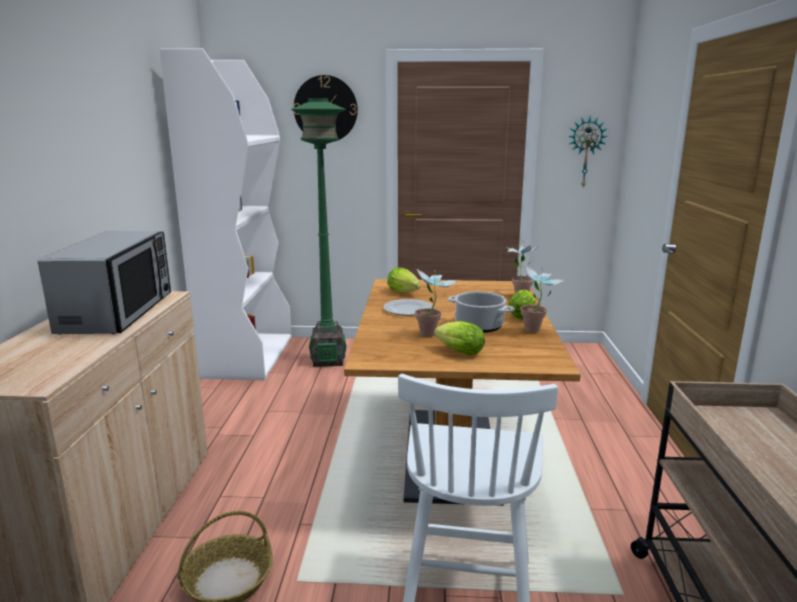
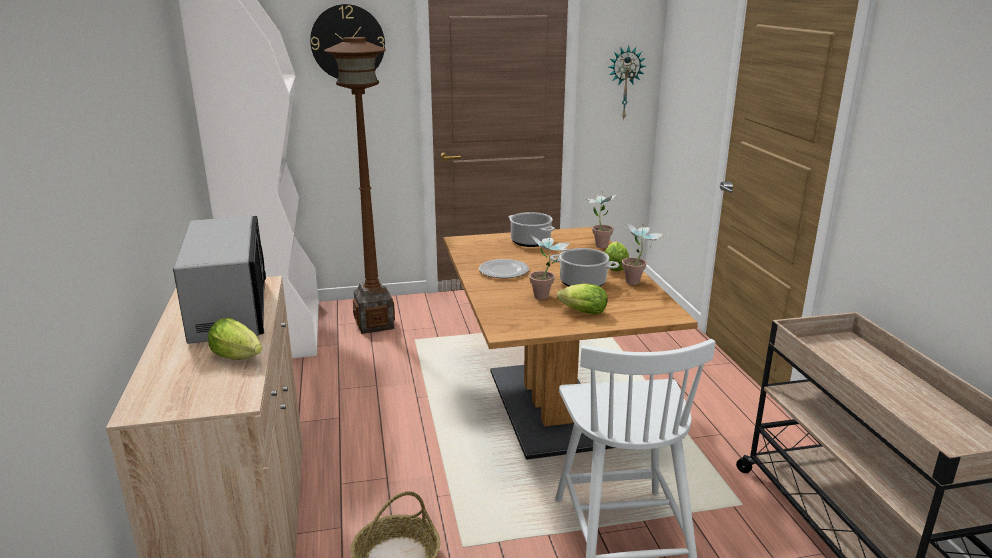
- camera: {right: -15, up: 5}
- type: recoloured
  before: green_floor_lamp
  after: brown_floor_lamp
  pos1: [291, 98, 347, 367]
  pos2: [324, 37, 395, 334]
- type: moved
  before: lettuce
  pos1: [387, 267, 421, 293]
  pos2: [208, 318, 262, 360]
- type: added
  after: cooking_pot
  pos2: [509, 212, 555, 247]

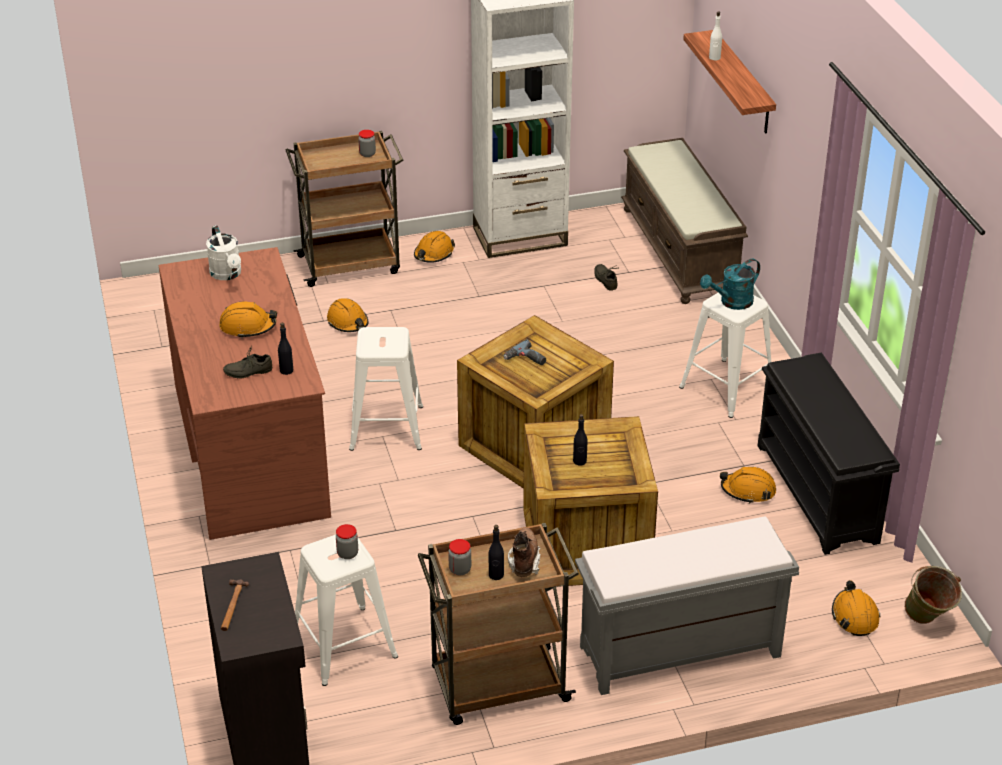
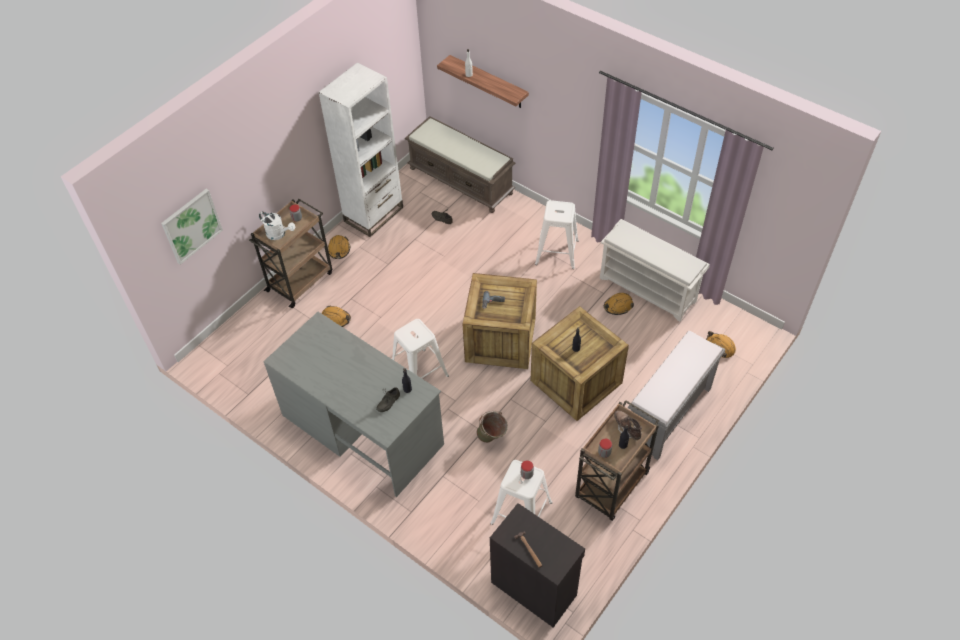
- camera: {right: -35, up: 15}
- type: moved
  before: white_watering_can
  pos1: [206, 225, 241, 280]
  pos2: [259, 211, 295, 240]
- type: recoloured
  before: brown_desk
  after: grey_desk
  pos1: [158, 247, 331, 540]
  pos2: [263, 312, 444, 497]
- type: removed
  before: turquoise_watering_can
  pos1: [700, 258, 760, 310]
- type: removed
  before: orange_hard_hat
  pos1: [219, 302, 277, 339]
- type: recoloured
  before: black_shoe_rack
  after: white_shoe_rack
  pos1: [758, 353, 900, 555]
  pos2: [600, 219, 710, 322]
- type: moved
  before: green_bucket
  pos1: [904, 566, 962, 624]
  pos2: [477, 411, 508, 443]
- type: added
  after: picture
  pos2: [161, 189, 223, 265]

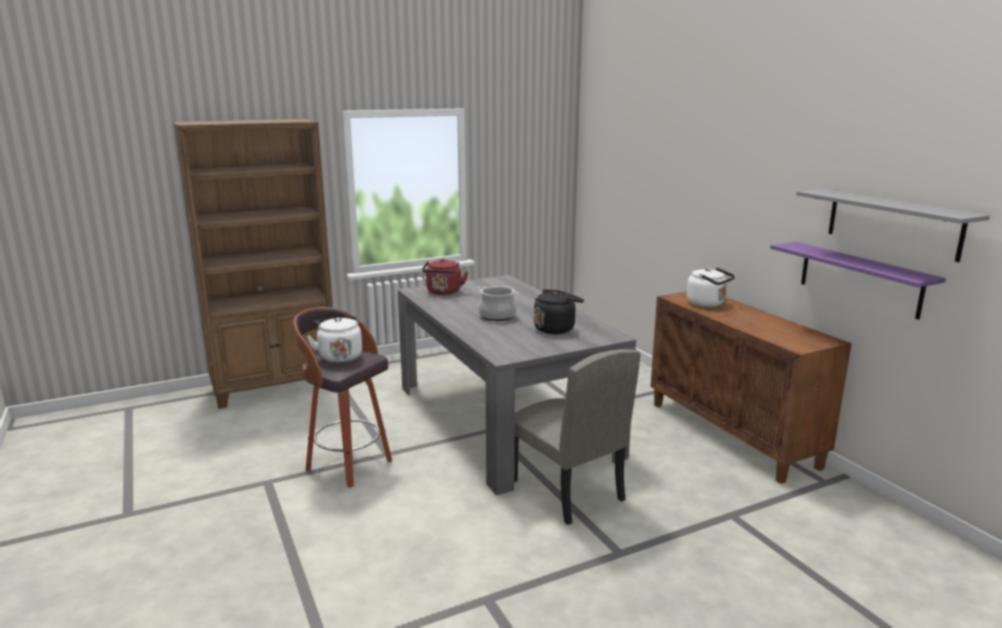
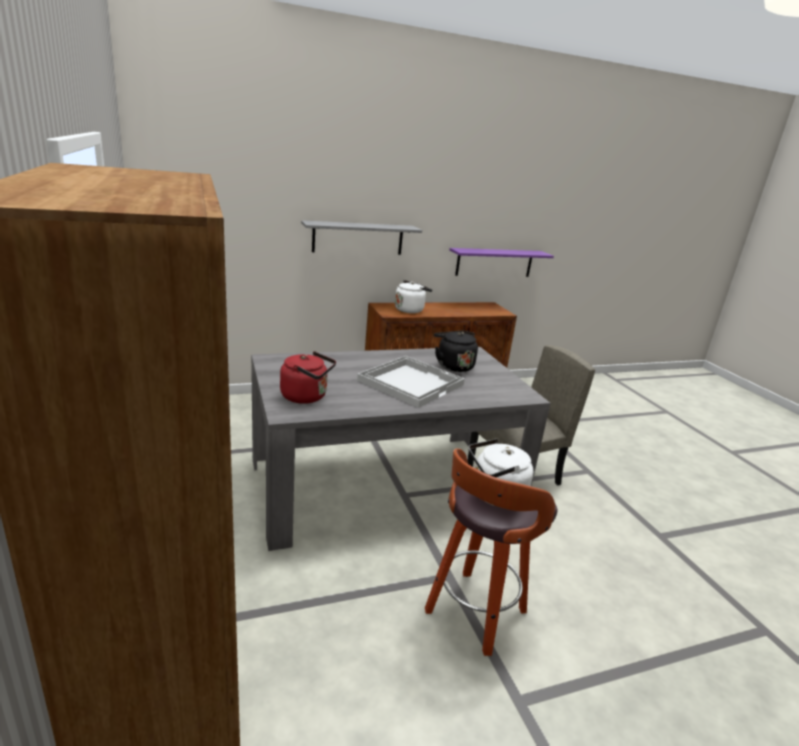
- camera: {right: -85, up: 5}
- type: moved
  before: grey_shelf
  pos1: [796, 189, 990, 262]
  pos2: [301, 220, 422, 255]
- type: replaced
  before: cooking_pot
  after: white_tray
  pos1: [477, 286, 518, 321]
  pos2: [357, 356, 465, 408]

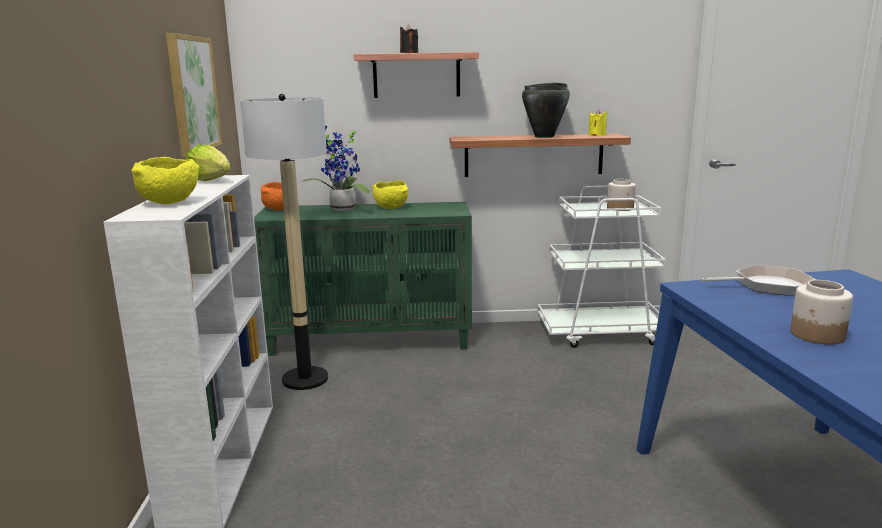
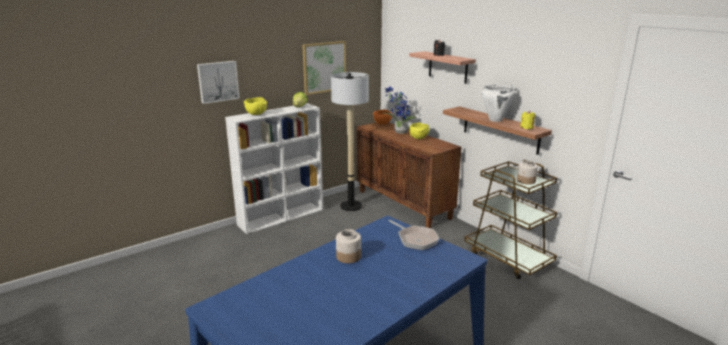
- camera: {right: 55, up: 5}
- type: recoloured
  before: black_cooking_pot
  after: white_cooking_pot
  pos1: [522, 83, 570, 138]
  pos2: [482, 85, 515, 122]
- type: recoloured
  before: white_cart
  after: brown_cart
  pos1: [538, 186, 666, 348]
  pos2: [464, 160, 557, 279]
- type: recoloured
  before: green_cabinet
  after: brown_cabinet
  pos1: [254, 202, 472, 356]
  pos2: [357, 122, 461, 228]
- type: added
  after: picture
  pos2: [197, 61, 240, 104]

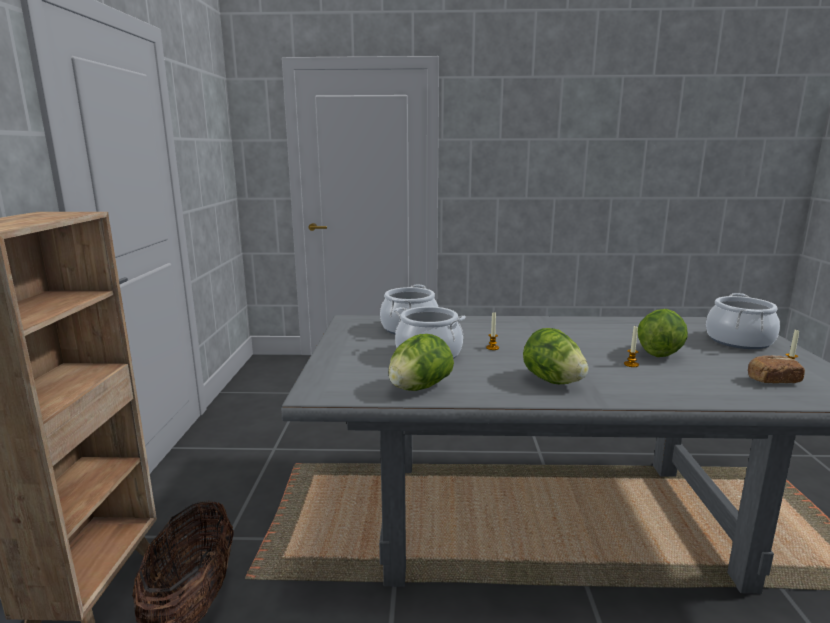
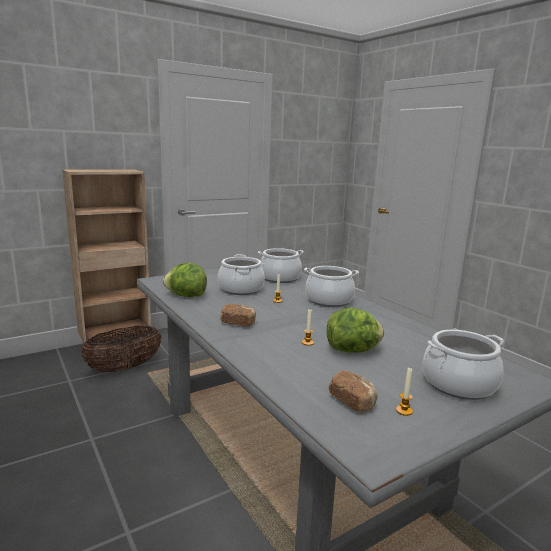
- camera: {right: 55, up: 0}
- type: replaced
  before: lettuce
  after: bread
  pos1: [523, 328, 588, 384]
  pos2: [220, 304, 256, 326]
- type: added
  after: cooking_pot
  pos2: [304, 266, 359, 307]

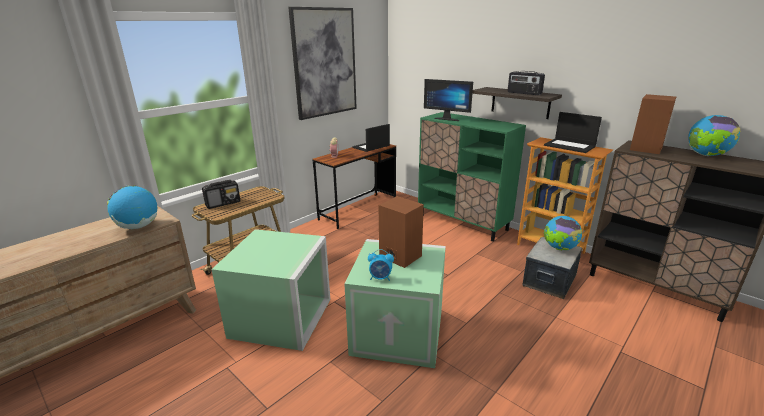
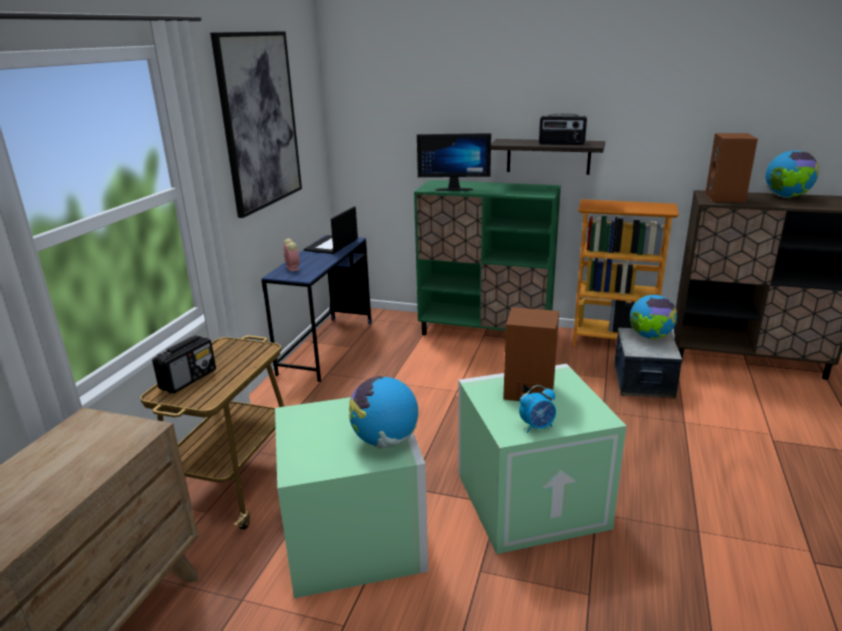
- camera: {right: -25, up: 0}
- type: removed
  before: laptop
  pos1: [544, 112, 602, 153]
- type: recoloured
  before: brown_desk
  after: blue_desk
  pos1: [313, 144, 396, 229]
  pos2: [262, 235, 372, 382]
- type: moved
  before: globe
  pos1: [107, 185, 157, 229]
  pos2: [349, 376, 418, 449]

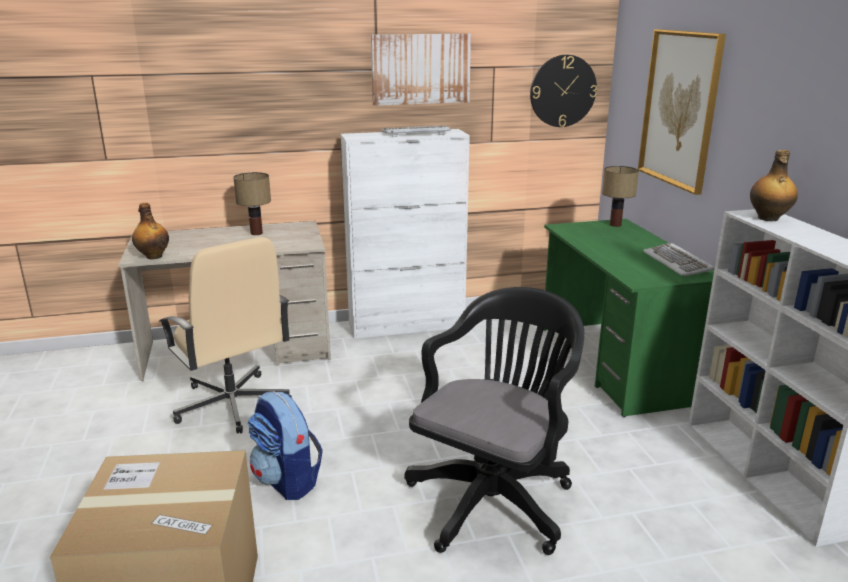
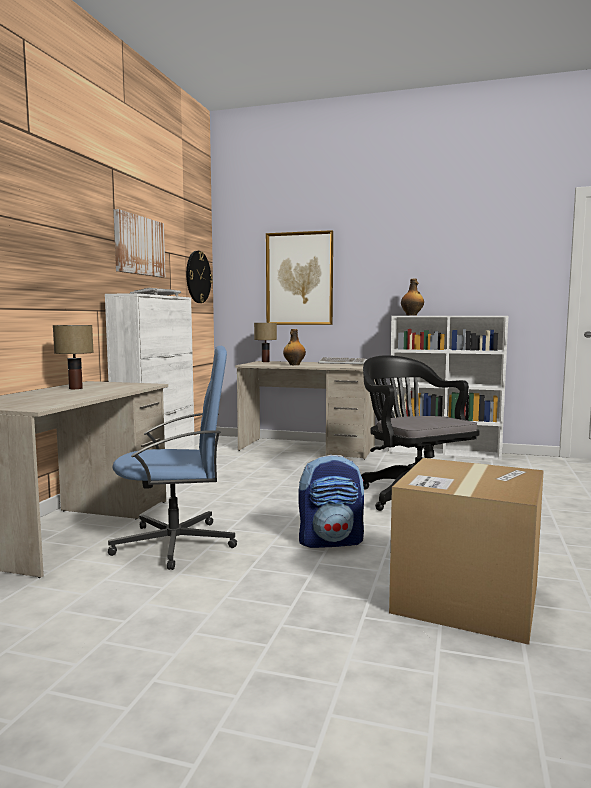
- camera: {right: -60, up: -15}
- type: moved
  before: bottle
  pos1: [132, 202, 169, 259]
  pos2: [283, 329, 306, 365]
- type: recoloured
  before: green_desk
  after: beige_desk
  pos1: [544, 219, 714, 417]
  pos2: [235, 361, 376, 459]
- type: recoloured
  before: beige_office_chair
  after: blue_office_chair
  pos1: [159, 237, 292, 433]
  pos2: [108, 346, 237, 570]

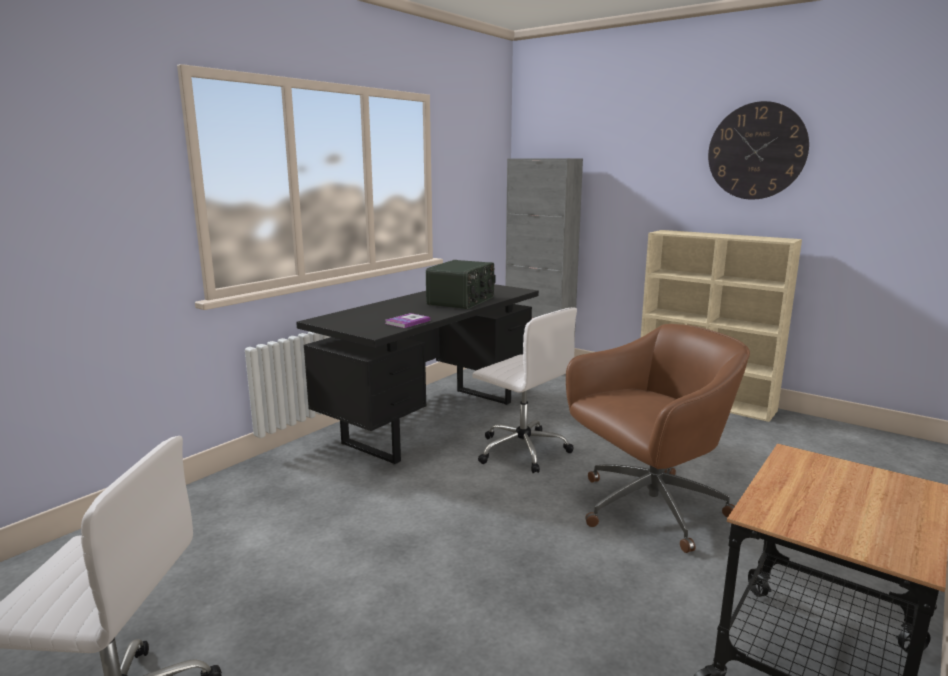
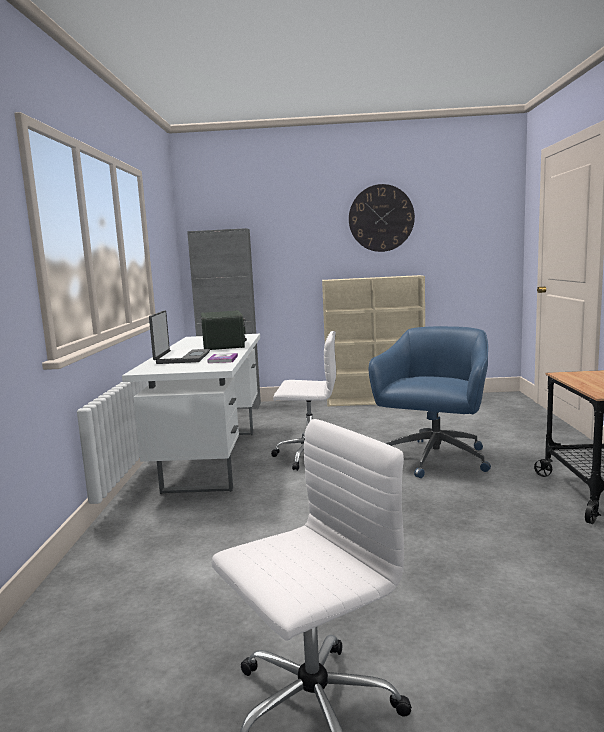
- camera: {right: -35, up: -5}
- type: recoloured
  before: black_desk
  after: white_desk
  pos1: [296, 284, 539, 465]
  pos2: [122, 334, 260, 494]
- type: recoloured
  before: brown_office_chair
  after: blue_office_chair
  pos1: [566, 324, 750, 553]
  pos2: [369, 326, 491, 478]
- type: added
  after: laptop
  pos2: [149, 310, 210, 364]

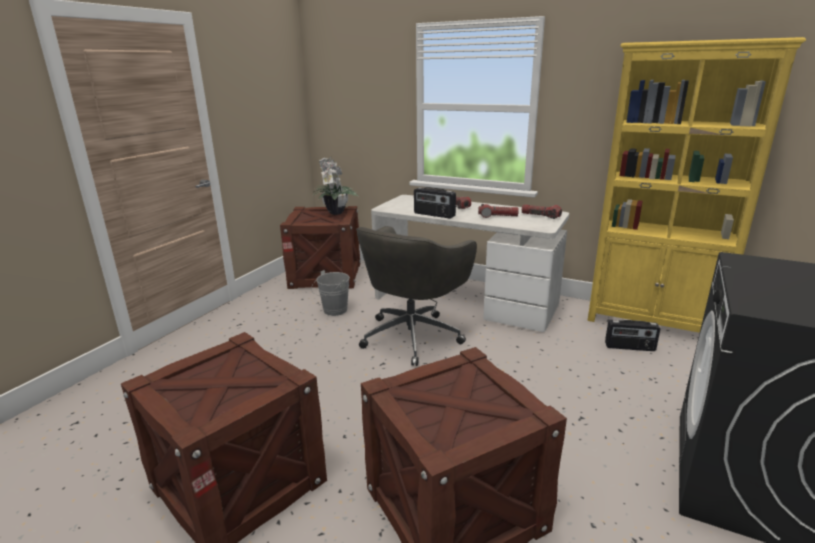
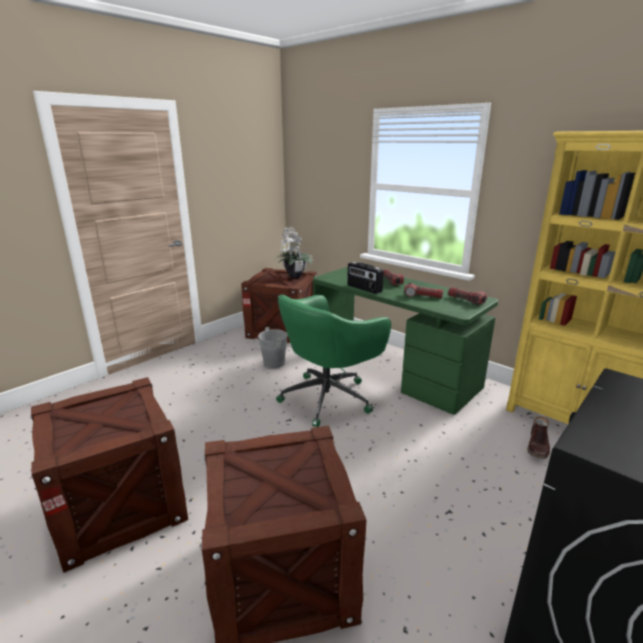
- camera: {right: 15, up: 0}
- type: recoloured
  before: white_desk
  after: green_desk
  pos1: [371, 195, 569, 332]
  pos2: [313, 267, 498, 415]
- type: recoloured
  before: grey_office_chair
  after: green_office_chair
  pos1: [356, 226, 477, 366]
  pos2: [276, 294, 391, 427]
- type: replaced
  before: radio
  after: brown_boot
  pos1: [605, 320, 660, 351]
  pos2: [527, 416, 550, 459]

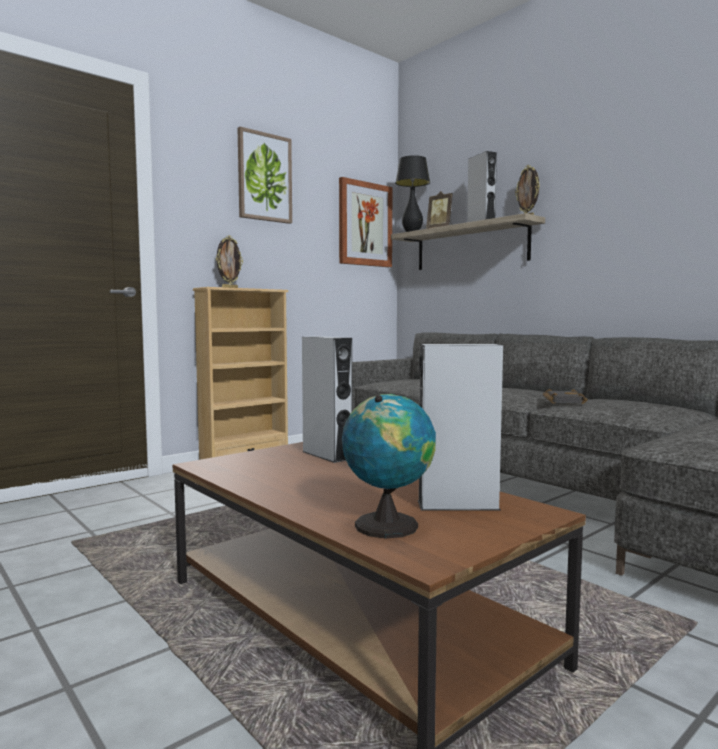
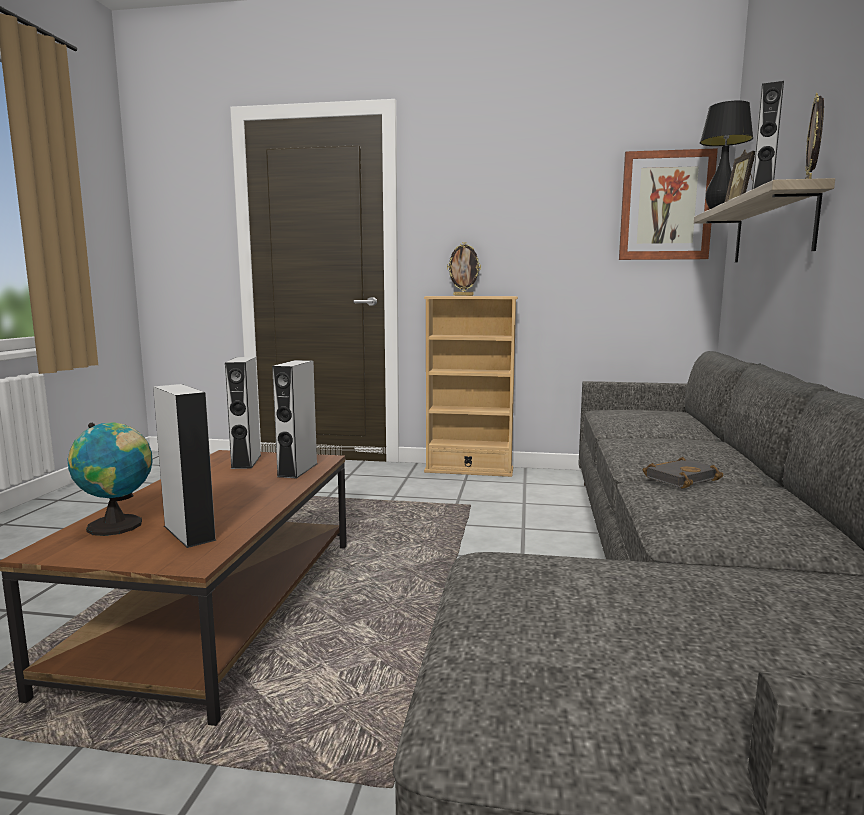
- camera: {right: 50, up: 5}
- type: removed
  before: picture
  pos1: [238, 127, 292, 224]
- type: added
  after: grey_speaker
  pos2: [225, 357, 261, 469]

